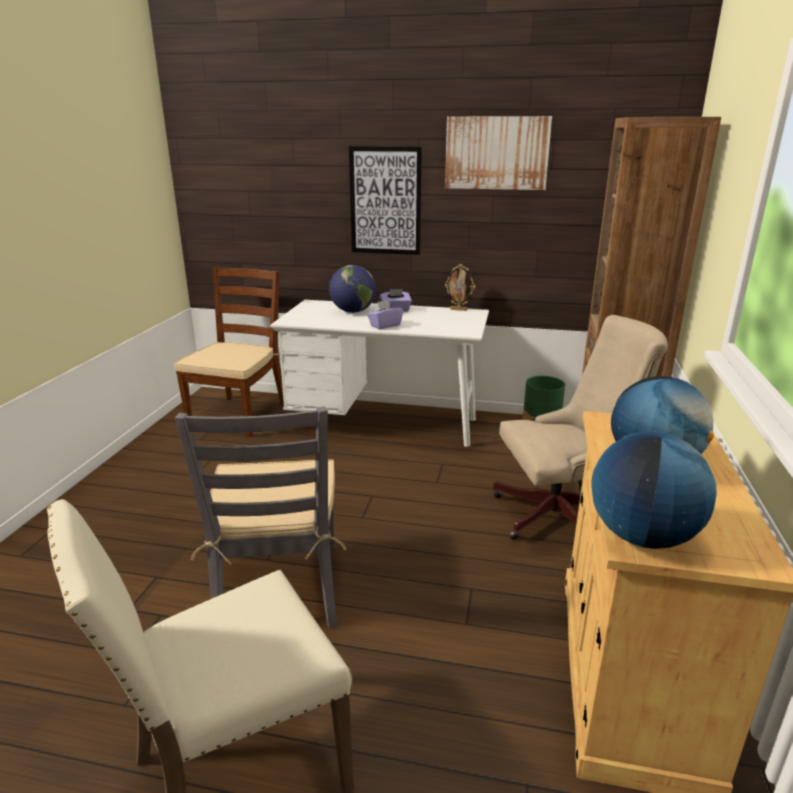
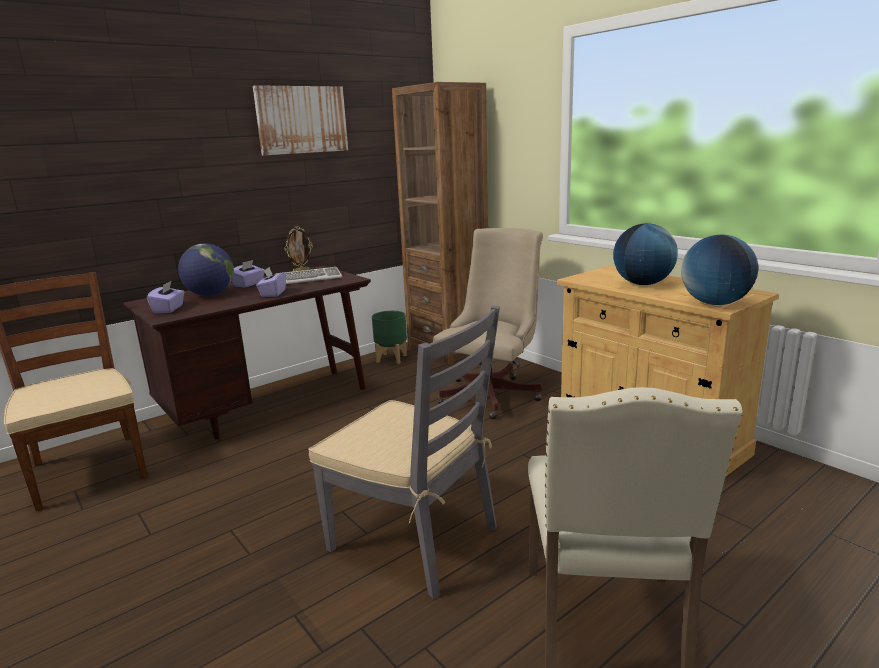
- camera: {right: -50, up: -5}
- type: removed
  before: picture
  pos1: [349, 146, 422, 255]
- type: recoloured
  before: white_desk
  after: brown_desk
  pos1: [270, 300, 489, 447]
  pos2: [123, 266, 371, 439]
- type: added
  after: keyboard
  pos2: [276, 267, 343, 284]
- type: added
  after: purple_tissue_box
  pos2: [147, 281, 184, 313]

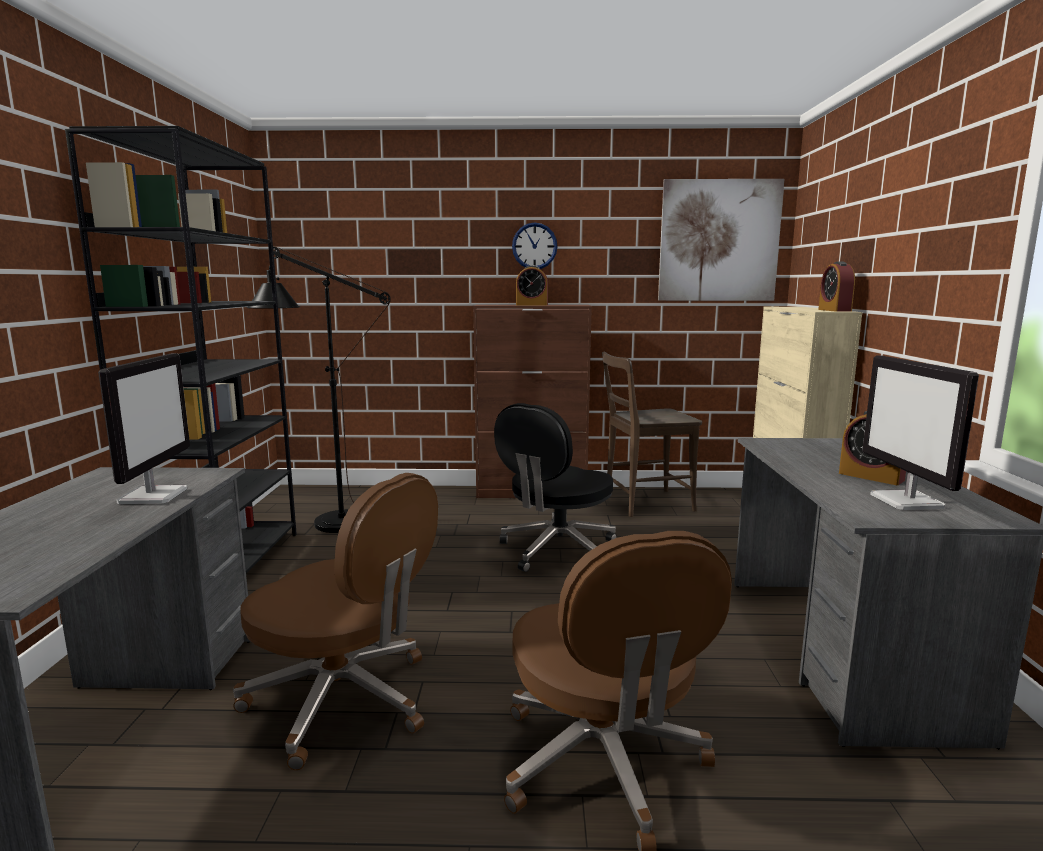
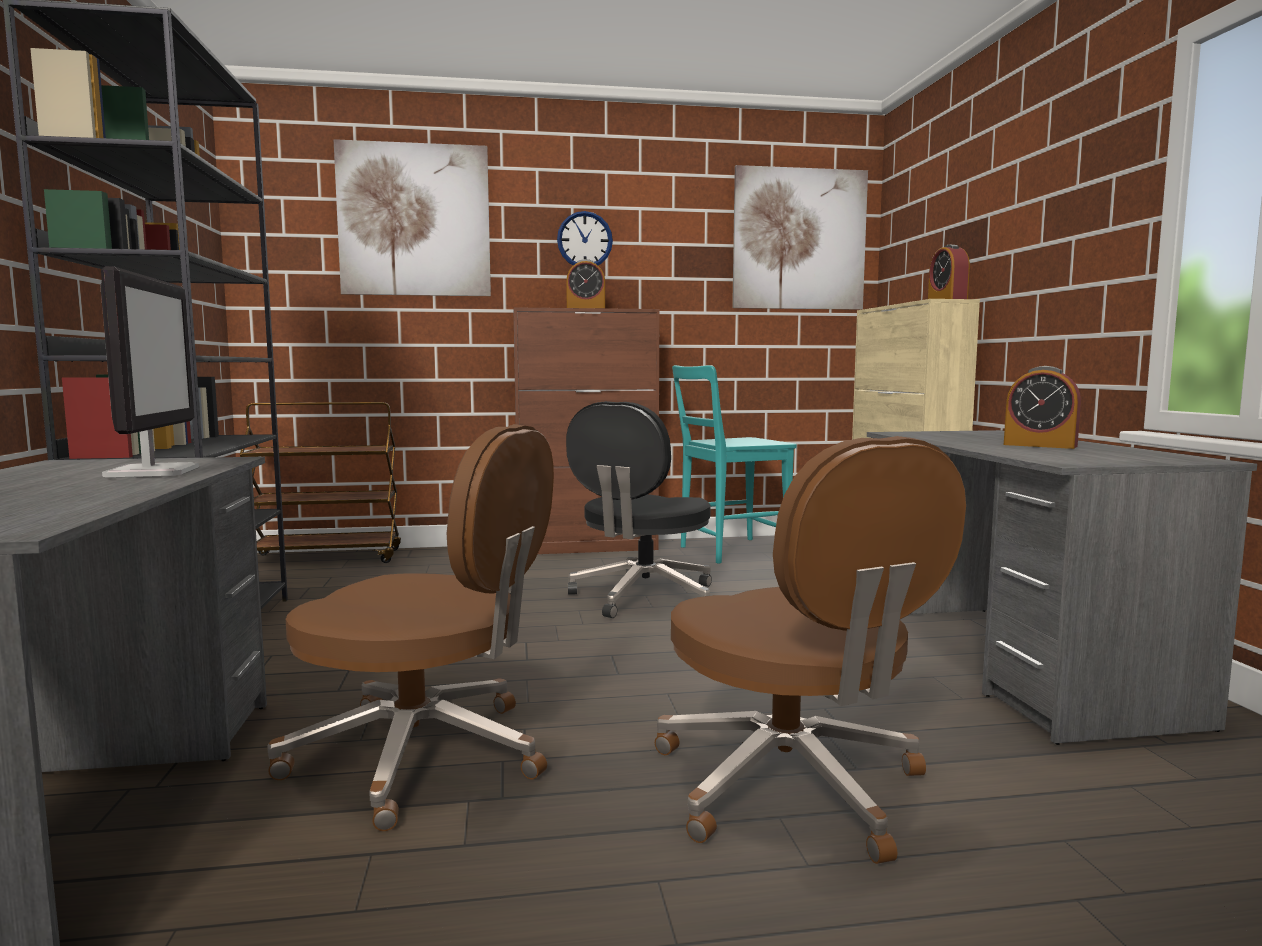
- camera: {right: -10, up: -5}
- type: removed
  before: black_floor_lamp
  pos1: [247, 246, 391, 533]
- type: recoloured
  before: brown_chair
  after: turquoise_chair
  pos1: [602, 352, 702, 517]
  pos2: [672, 365, 797, 564]
- type: removed
  before: monitor
  pos1: [862, 355, 979, 510]
- type: added
  after: picture
  pos2: [334, 139, 491, 296]
- type: added
  after: brown_cart
  pos2: [240, 402, 401, 563]

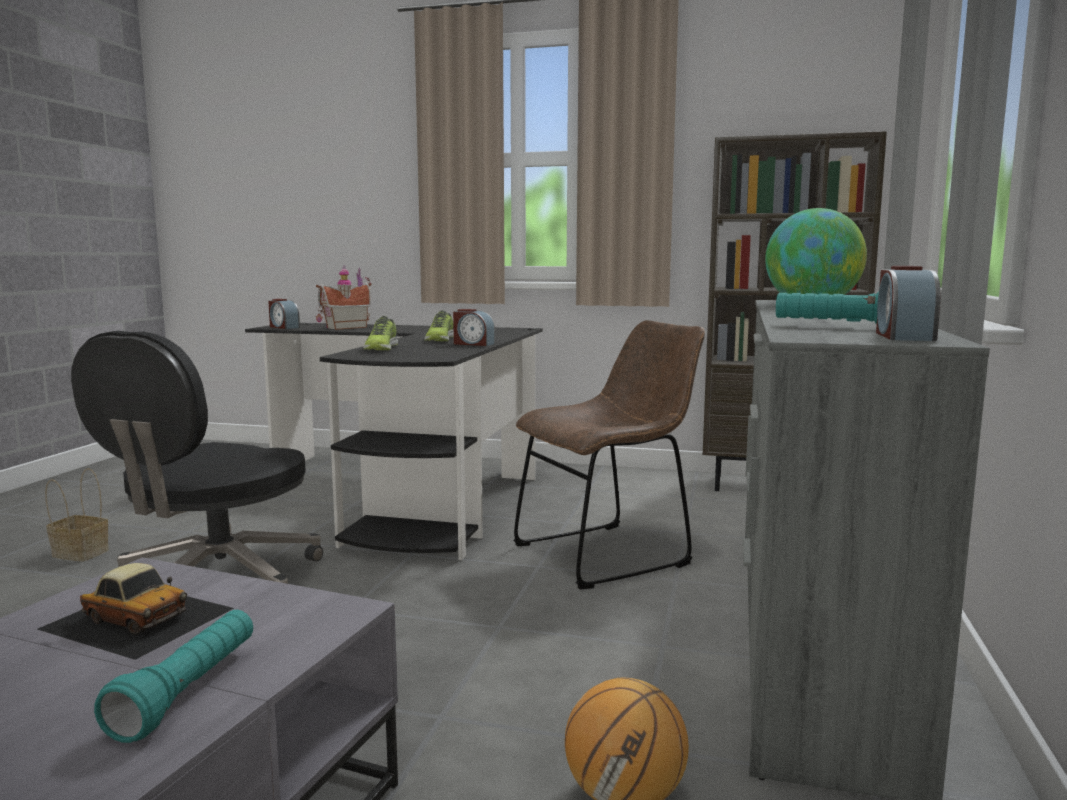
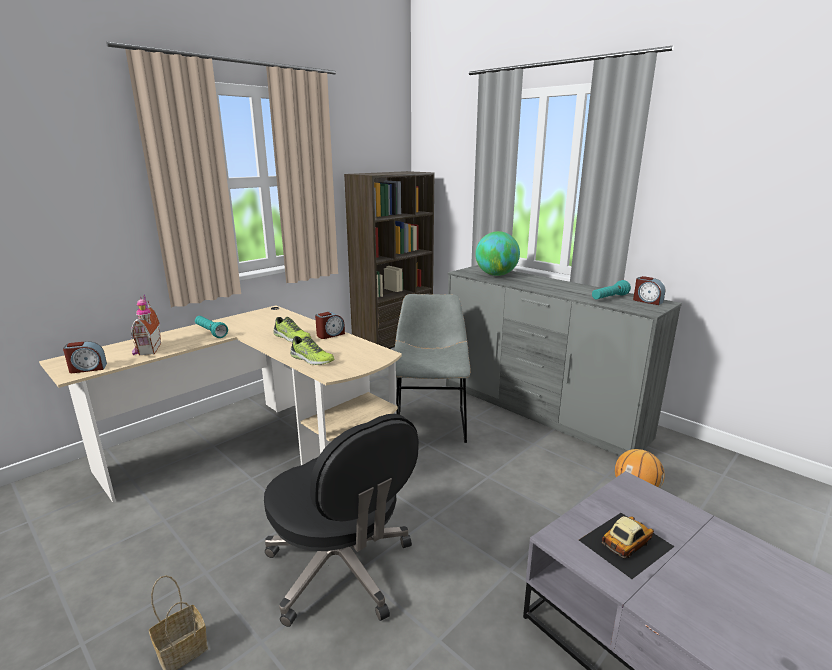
- camera: {right: -60, up: 10}
- type: recoloured
  before: brown_chair
  after: grey_chair
  pos1: [514, 320, 705, 589]
  pos2: [394, 294, 470, 443]
- type: recoloured
  before: black_desk
  after: beige_desk
  pos1: [245, 323, 543, 560]
  pos2: [39, 305, 402, 503]
- type: moved
  before: turquoise_flashlight
  pos1: [94, 610, 253, 743]
  pos2: [195, 316, 228, 338]

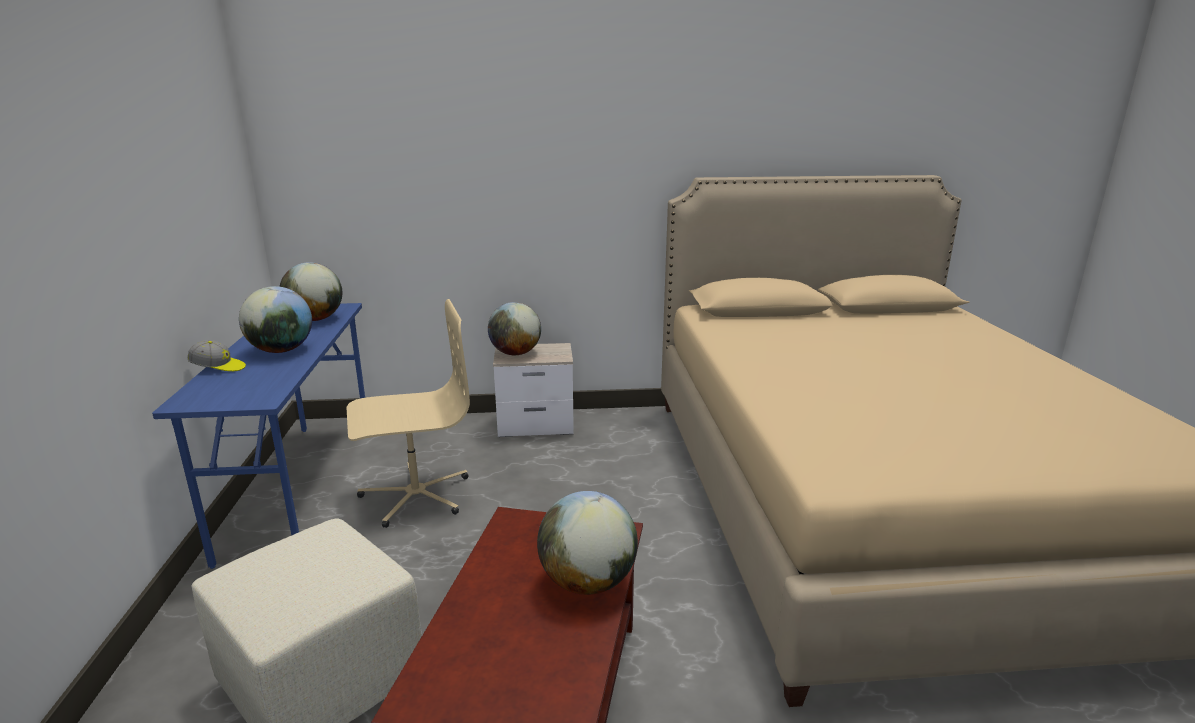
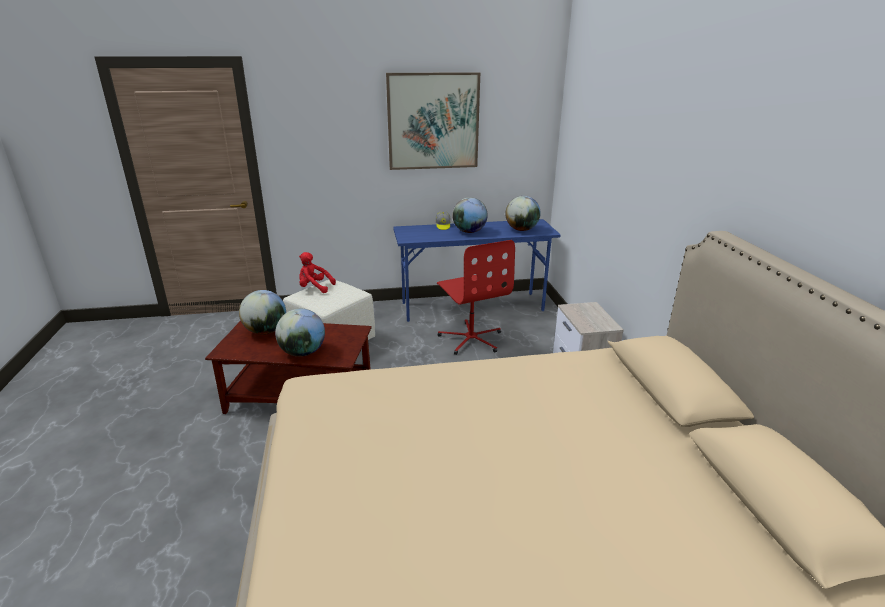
- camera: {right: 85, up: 5}
- type: recoloured
  before: beige_office_chair
  after: red_office_chair
  pos1: [347, 299, 470, 528]
  pos2: [437, 240, 515, 355]
- type: moved
  before: globe
  pos1: [488, 302, 541, 355]
  pos2: [239, 290, 286, 335]
- type: added
  after: picture
  pos2: [386, 72, 480, 170]
- type: added
  after: red_plush_toy
  pos2: [299, 252, 336, 293]

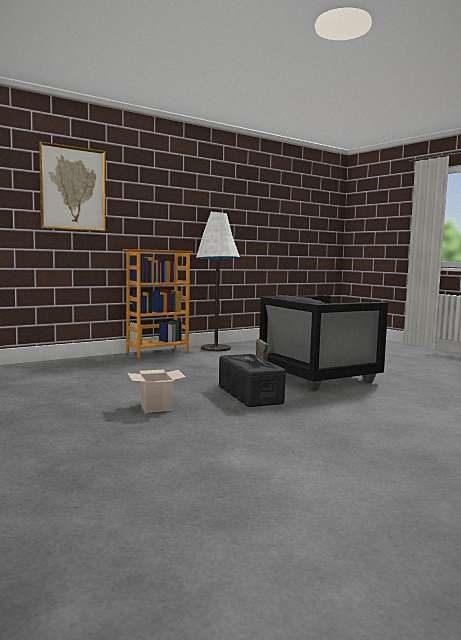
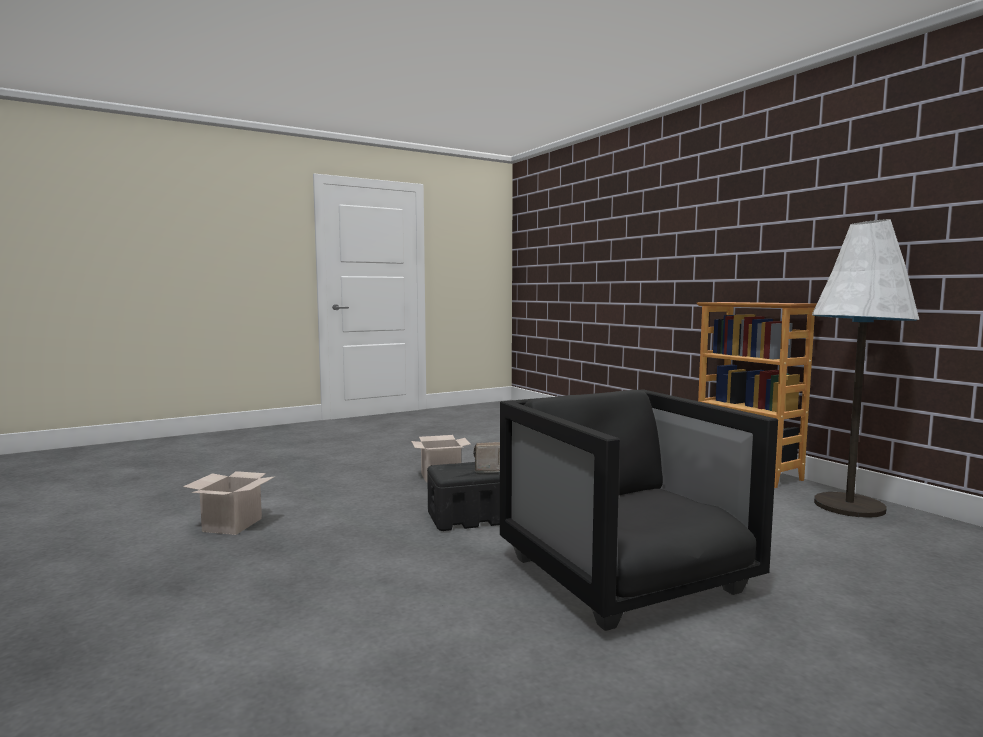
- camera: {right: 95, up: 0}
- type: removed
  before: picture
  pos1: [39, 141, 106, 232]
- type: added
  after: cardboard_box
  pos2: [183, 471, 275, 535]

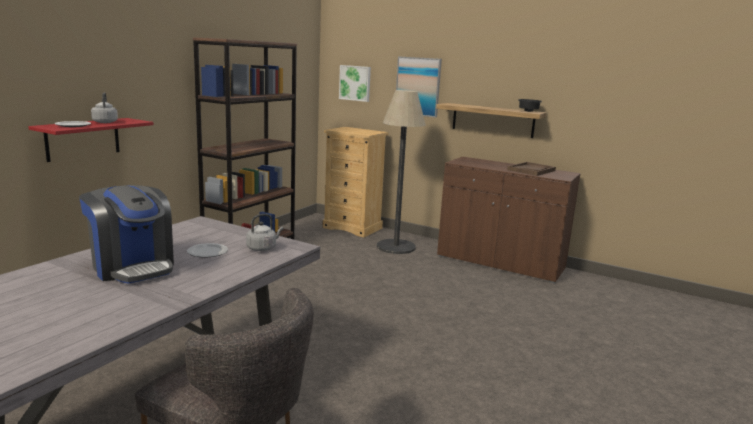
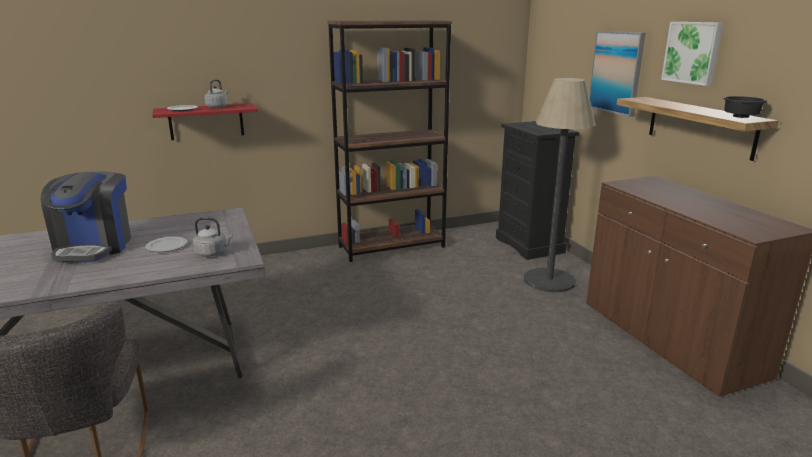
- camera: {right: 40, up: 5}
- type: moved
  before: picture
  pos1: [339, 65, 371, 102]
  pos2: [661, 22, 723, 86]
- type: recoloured
  before: beige_dresser
  after: black_dresser
  pos1: [322, 127, 388, 237]
  pos2: [496, 121, 579, 260]
- type: removed
  before: brown_tray
  pos1: [507, 162, 556, 176]

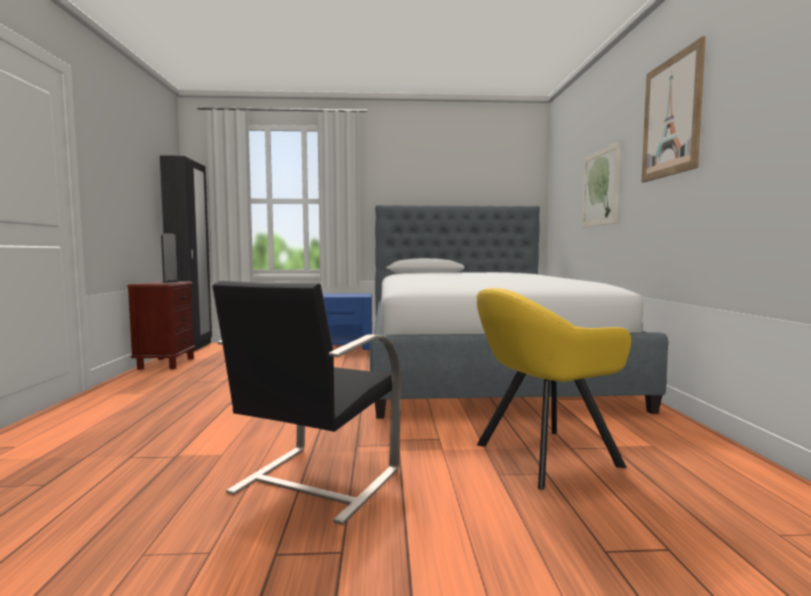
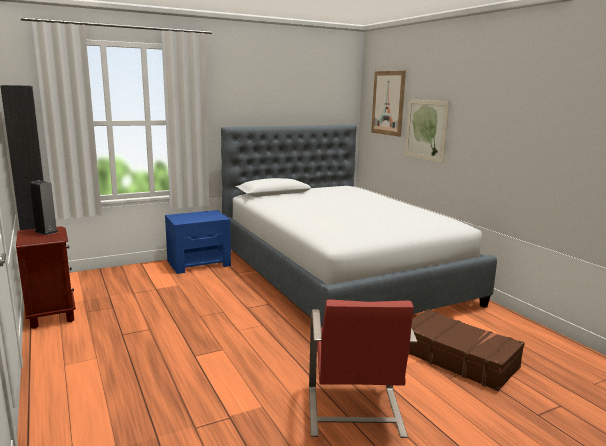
- camera: {right: -25, up: 10}
- type: moved
  before: picture
  pos1: [641, 36, 706, 183]
  pos2: [371, 71, 406, 137]
- type: recoloured
  before: black_chair
  after: red_chair
  pos1: [212, 281, 401, 525]
  pos2: [309, 299, 417, 438]
- type: replaced
  before: yellow_armchair
  after: brown_suitcase
  pos1: [477, 288, 631, 490]
  pos2: [408, 309, 525, 391]

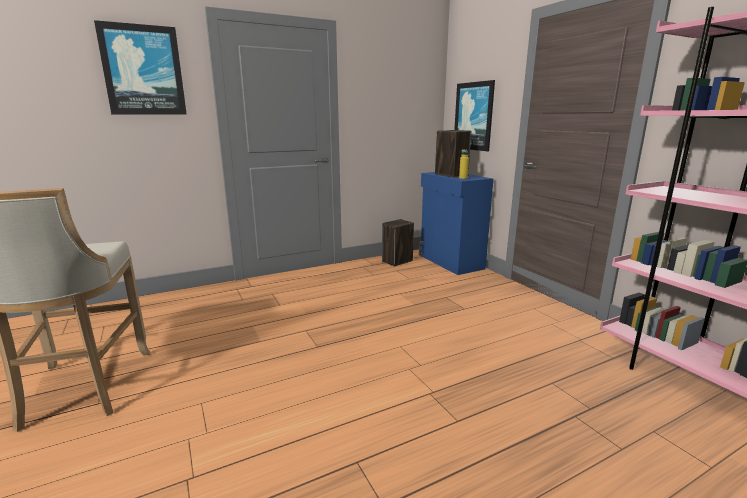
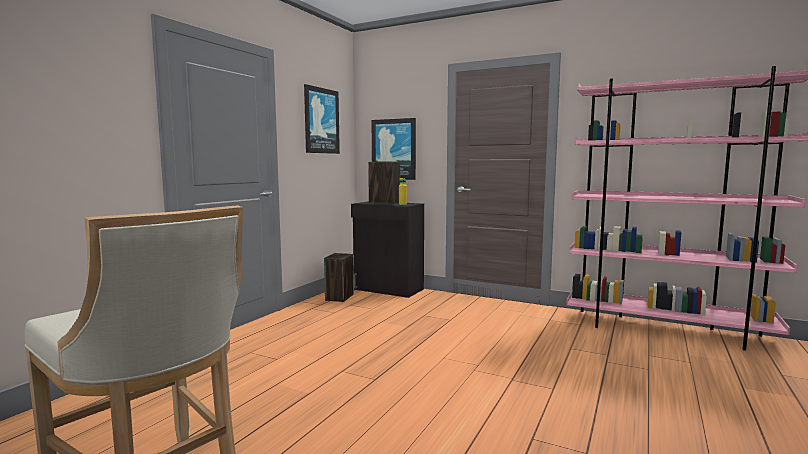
- camera: {right: -35, up: -10}
- type: moved
  before: picture
  pos1: [94, 20, 187, 115]
  pos2: [304, 84, 340, 154]
- type: recoloured
  before: blue_cabinet
  after: black_cabinet
  pos1: [419, 172, 494, 275]
  pos2: [351, 201, 424, 298]

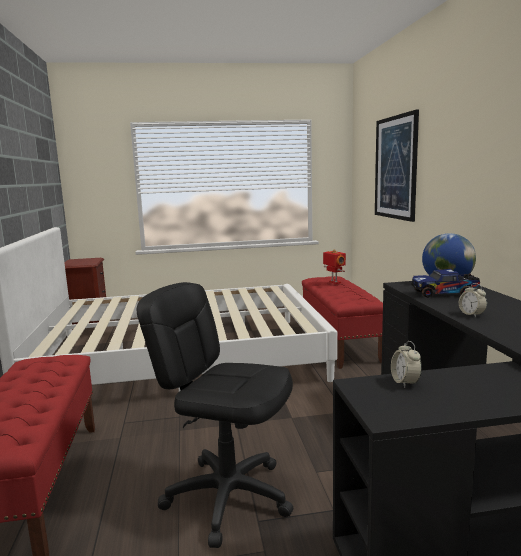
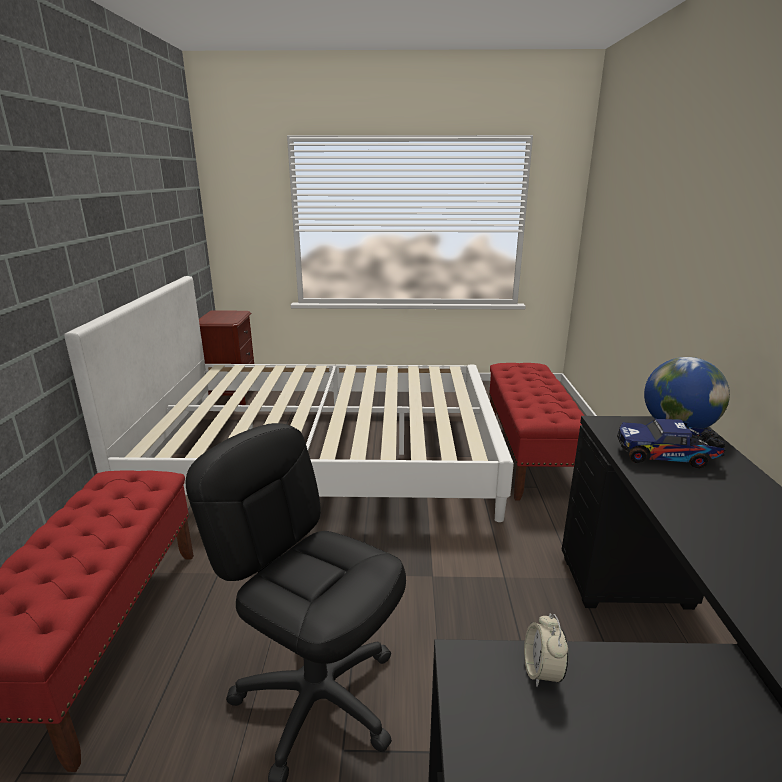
- camera: {right: 10, up: 10}
- type: removed
  before: picture
  pos1: [375, 109, 419, 222]
- type: removed
  before: toy_robot
  pos1: [323, 249, 346, 284]
- type: removed
  before: alarm_clock
  pos1: [459, 283, 487, 317]

